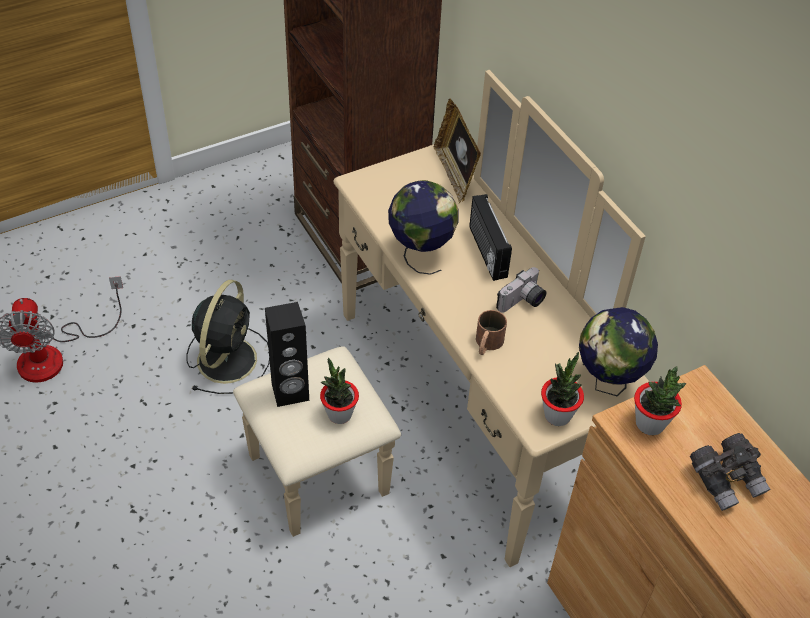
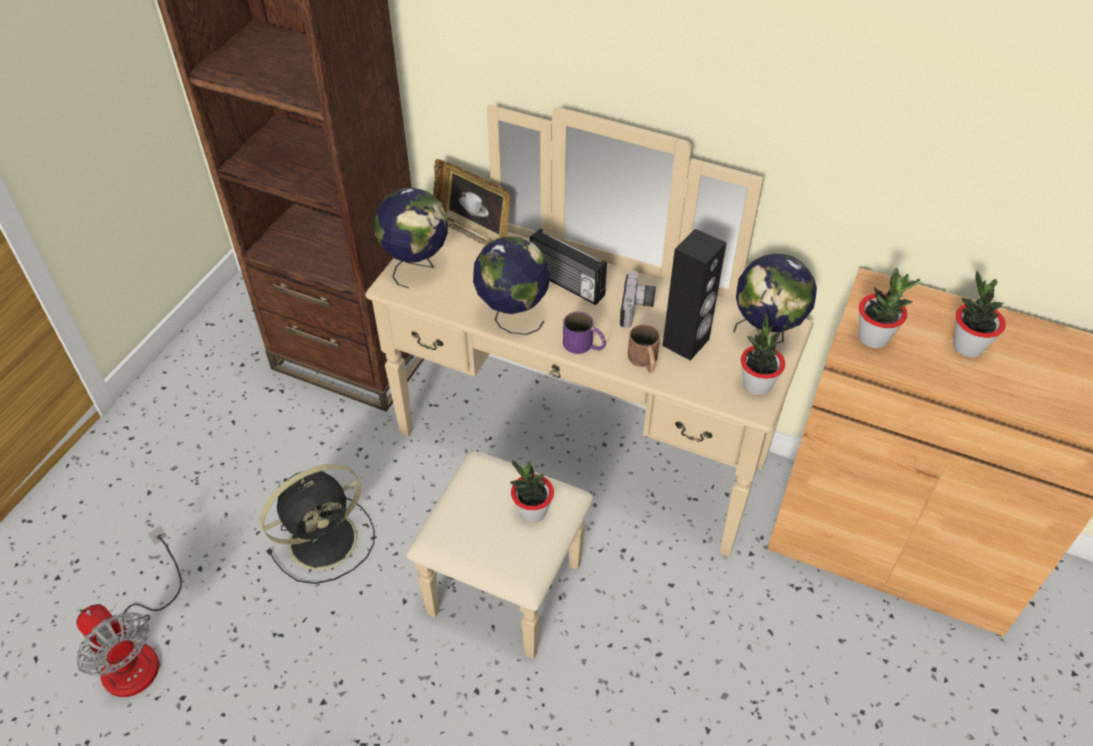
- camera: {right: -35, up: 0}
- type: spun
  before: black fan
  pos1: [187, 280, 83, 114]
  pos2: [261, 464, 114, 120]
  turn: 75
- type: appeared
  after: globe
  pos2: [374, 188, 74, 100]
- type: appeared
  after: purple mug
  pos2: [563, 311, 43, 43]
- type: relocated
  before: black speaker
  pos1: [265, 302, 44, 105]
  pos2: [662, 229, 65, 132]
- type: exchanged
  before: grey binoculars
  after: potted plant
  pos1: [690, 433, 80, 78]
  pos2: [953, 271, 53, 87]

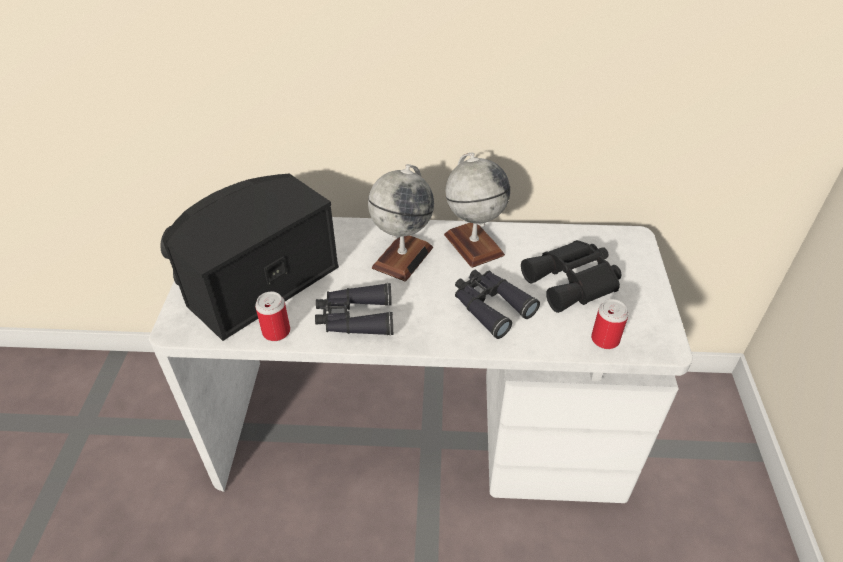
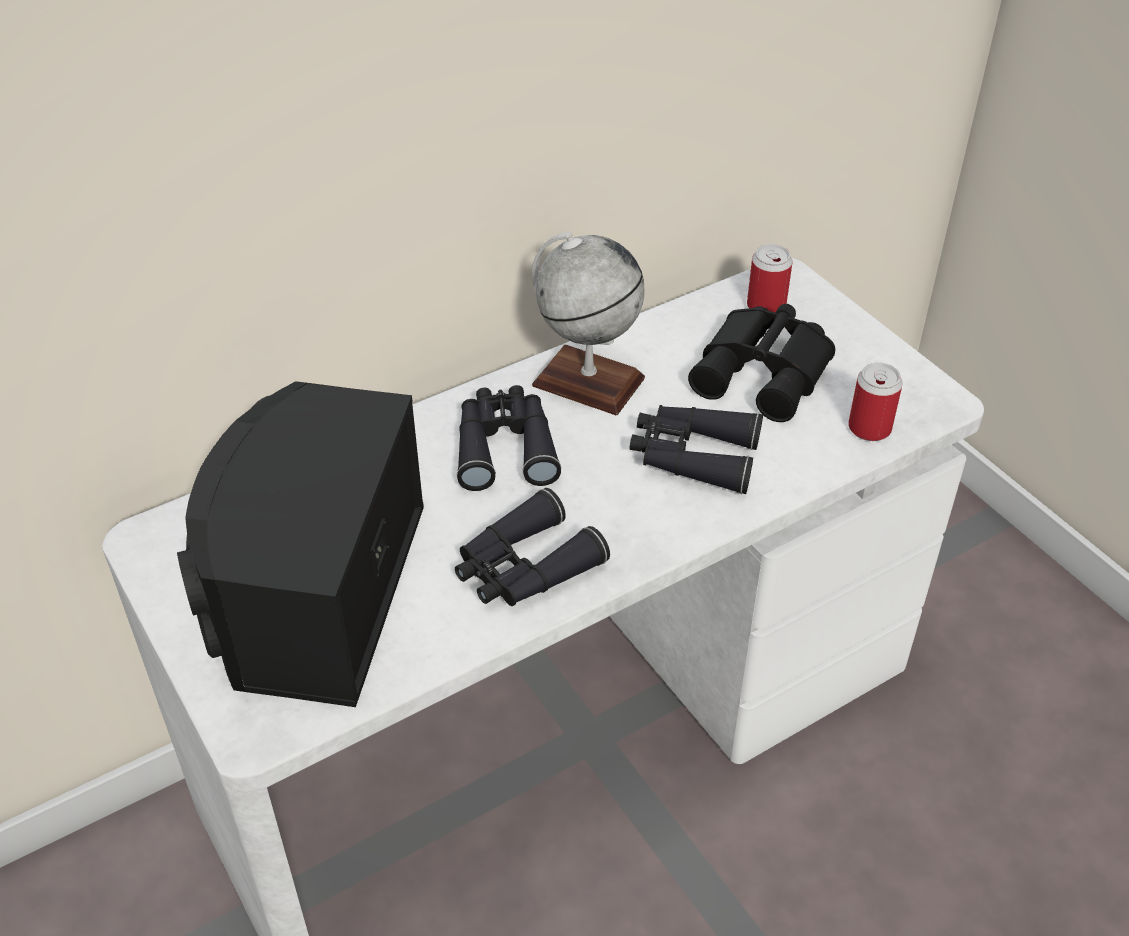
- camera: {right: -35, up: 0}
- type: exchanged
  before: globe
  after: black binoculars
  pos1: [368, 164, 66, 117]
  pos2: [457, 385, 104, 106]
- type: relocated
  before: can
  pos1: [255, 291, 35, 50]
  pos2: [747, 244, 46, 68]

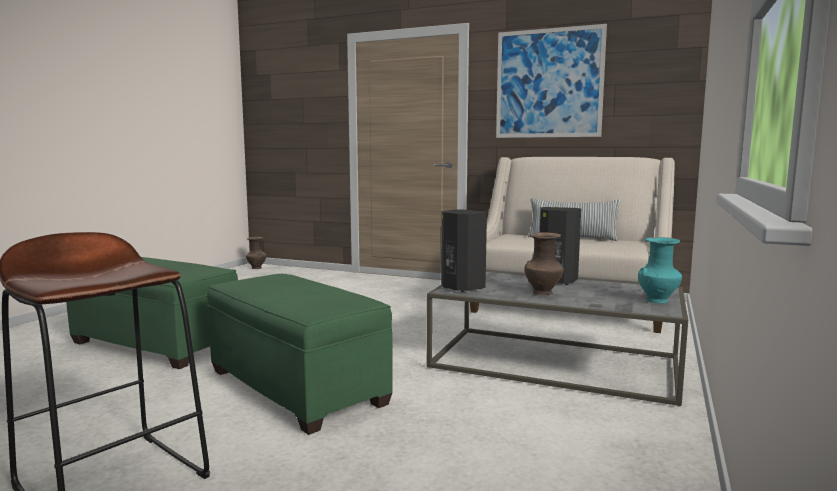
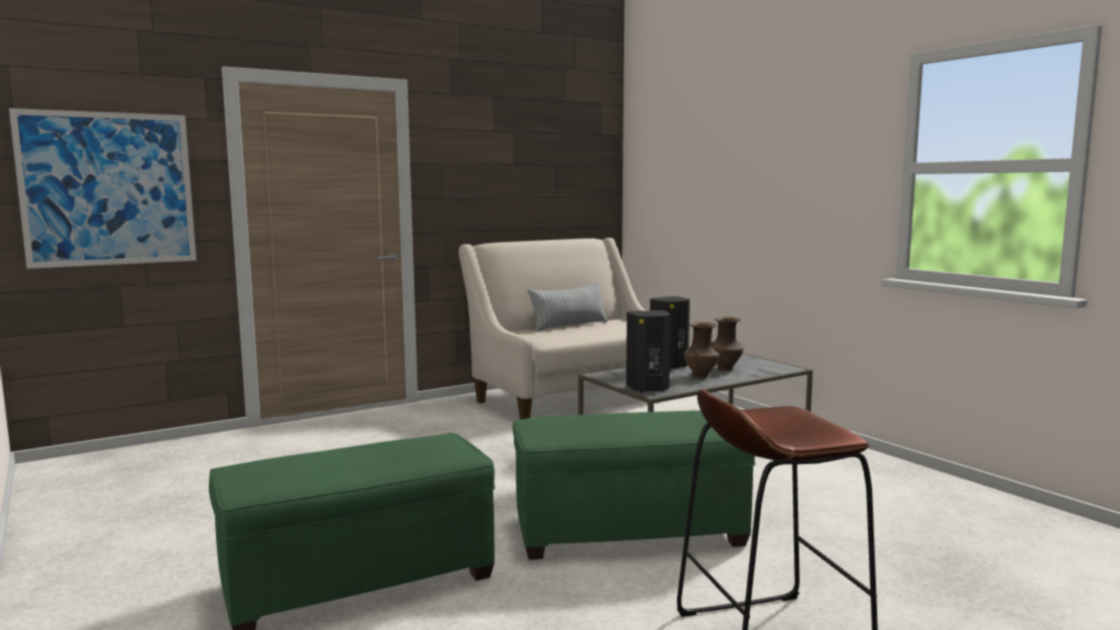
- camera: {right: -55, up: 0}
- type: relocated
  before: picture
  pos1: [496, 24, 111, 114]
  pos2: [9, 108, 187, 161]
- type: relocated
  before: brown vase
  pos1: [246, 237, 21, 32]
  pos2: [712, 316, 32, 55]
- type: missing
  before: turquoise vase
  pos1: [638, 237, 44, 66]

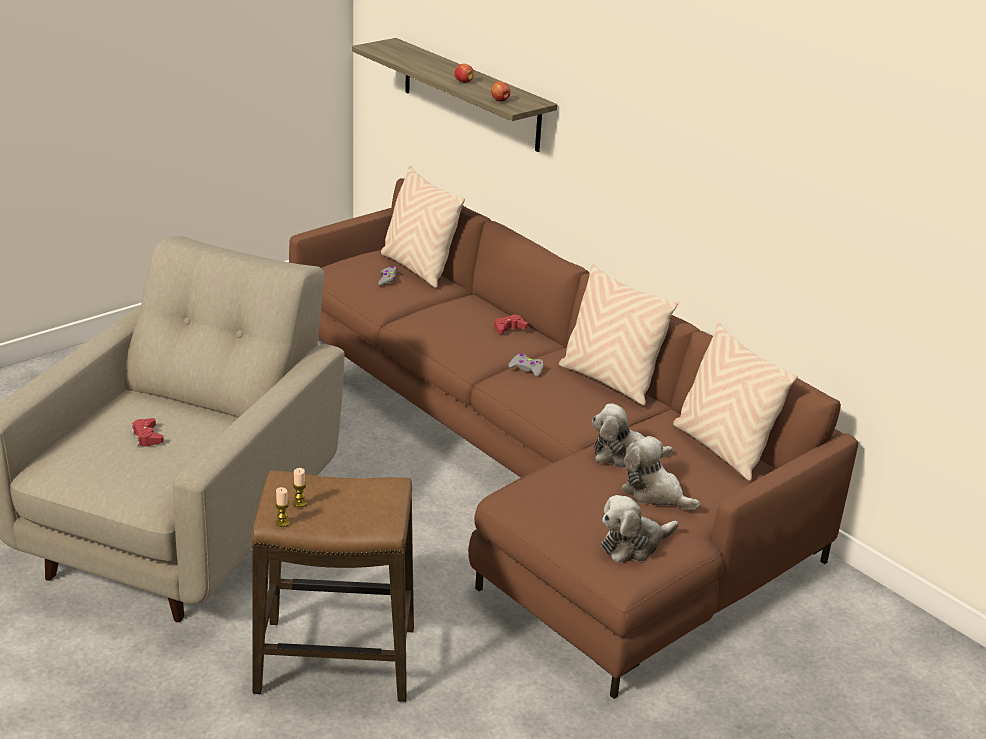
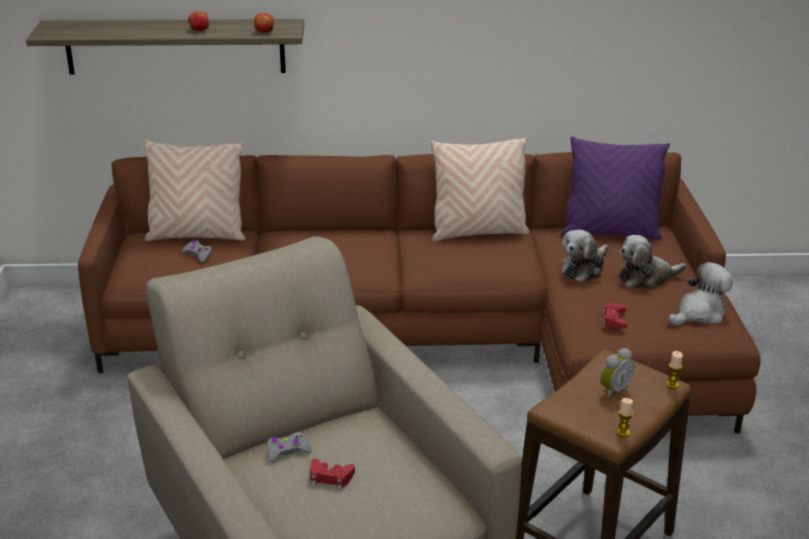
- camera: {right: -50, up: 0}
- type: relocated
  before: grey game controller
  pos1: [508, 353, 36, 24]
  pos2: [267, 432, 45, 30]
- type: colour
  before: beige pillow
  after: purple pillow
  pos1: [673, 323, 125, 158]
  pos2: [561, 136, 109, 104]
- type: appeared
  after: alarm clock
  pos2: [600, 348, 34, 51]
- type: relocated
  before: red game controller
  pos1: [494, 314, 34, 20]
  pos2: [603, 303, 24, 26]
- type: relocated
  before: candle
  pos1: [293, 468, 14, 39]
  pos2: [666, 351, 17, 38]
- type: spun
  before: plush toy
  pos1: [601, 495, 78, 68]
  pos2: [668, 262, 65, 64]
  turn: -135

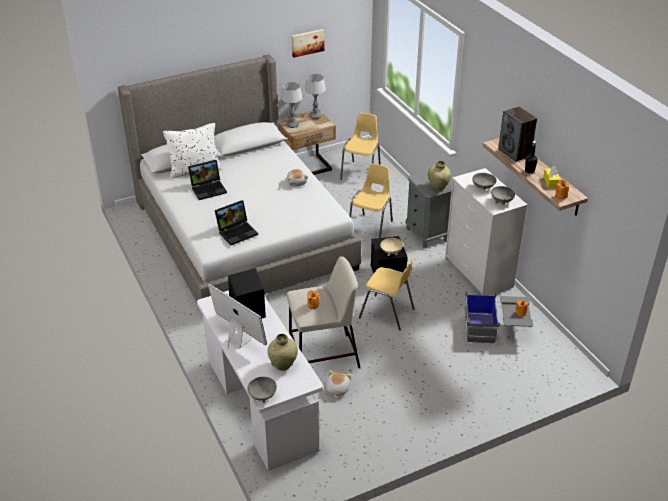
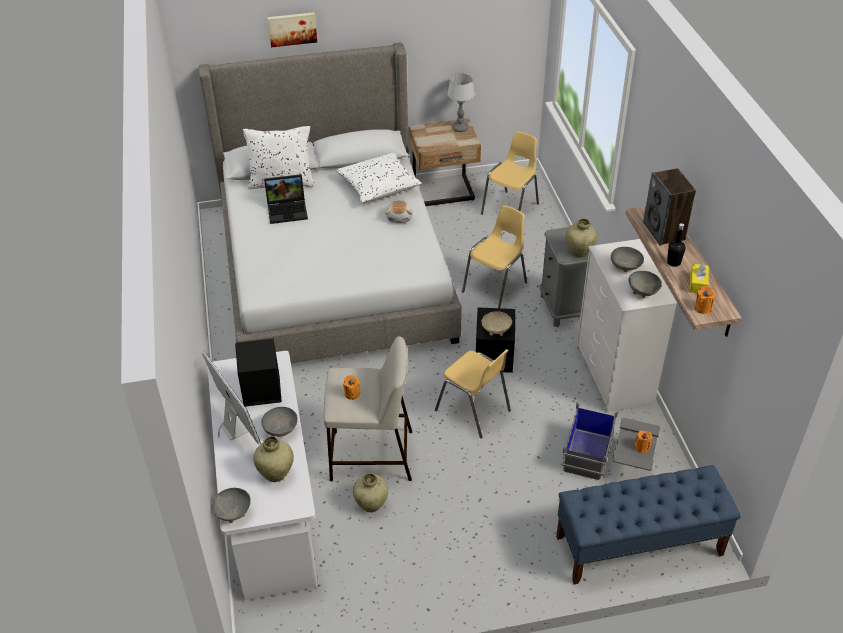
- camera: {right: 15, up: 5}
- type: appeared
  after: grey bowl
  pos2: [261, 407, 37, 30]
- type: relocated
  before: picture
  pos1: [292, 29, 32, 28]
  pos2: [268, 12, 49, 35]
- type: appeared
  after: white pillow
  pos2: [336, 153, 86, 50]
- type: exchanged
  before: plush toy
  after: beige vase
  pos1: [326, 370, 26, 27]
  pos2: [353, 473, 35, 39]
- type: appeared
  after: blue bench
  pos2: [556, 465, 185, 119]
- type: missing
  before: laptop
  pos1: [215, 200, 43, 45]
- type: missing
  before: table lamp
  pos1: [281, 82, 21, 46]

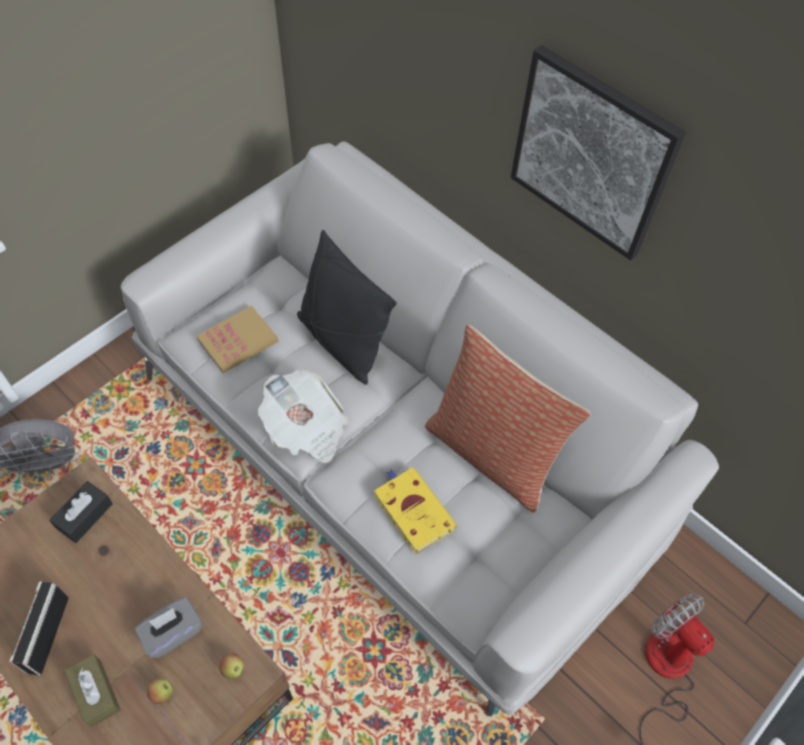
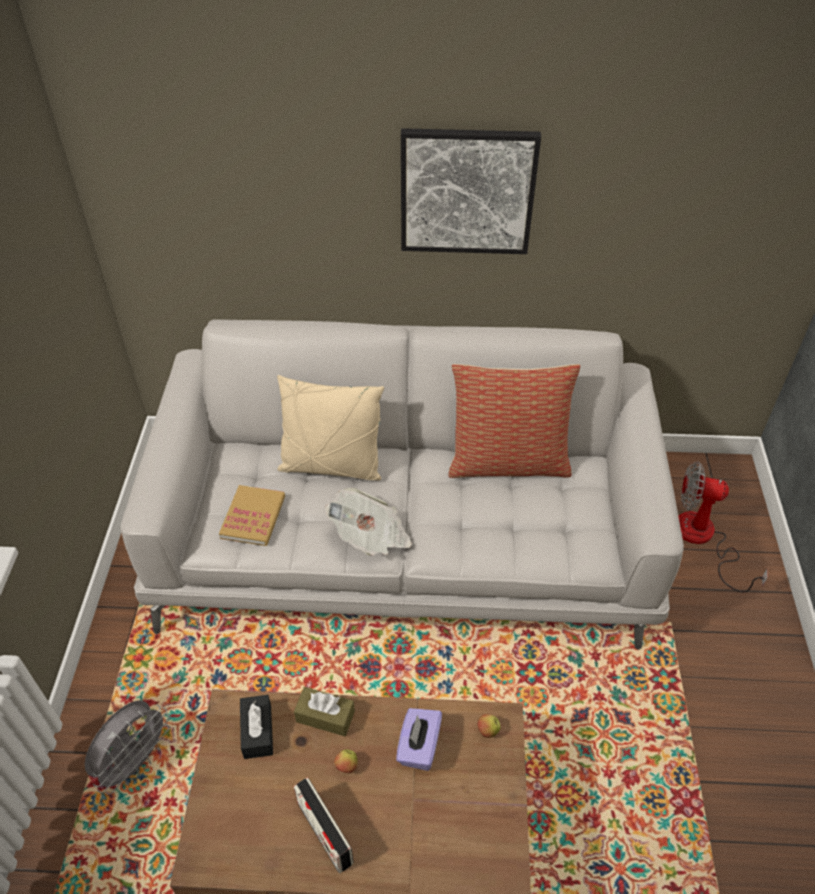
- camera: {right: -40, up: -10}
- type: colour
  before: black pillow
  after: beige pillow
  pos1: [297, 230, 100, 155]
  pos2: [277, 375, 107, 105]
- type: relocated
  before: brown tissue box
  pos1: [64, 654, 57, 73]
  pos2: [294, 687, 61, 49]
- type: relocated
  before: apple
  pos1: [147, 678, 26, 26]
  pos2: [334, 749, 24, 24]
- type: colour
  before: grey tissue box
  after: purple tissue box
  pos1: [135, 597, 67, 61]
  pos2: [396, 708, 46, 63]
- type: missing
  before: yellow book
  pos1: [374, 467, 83, 87]

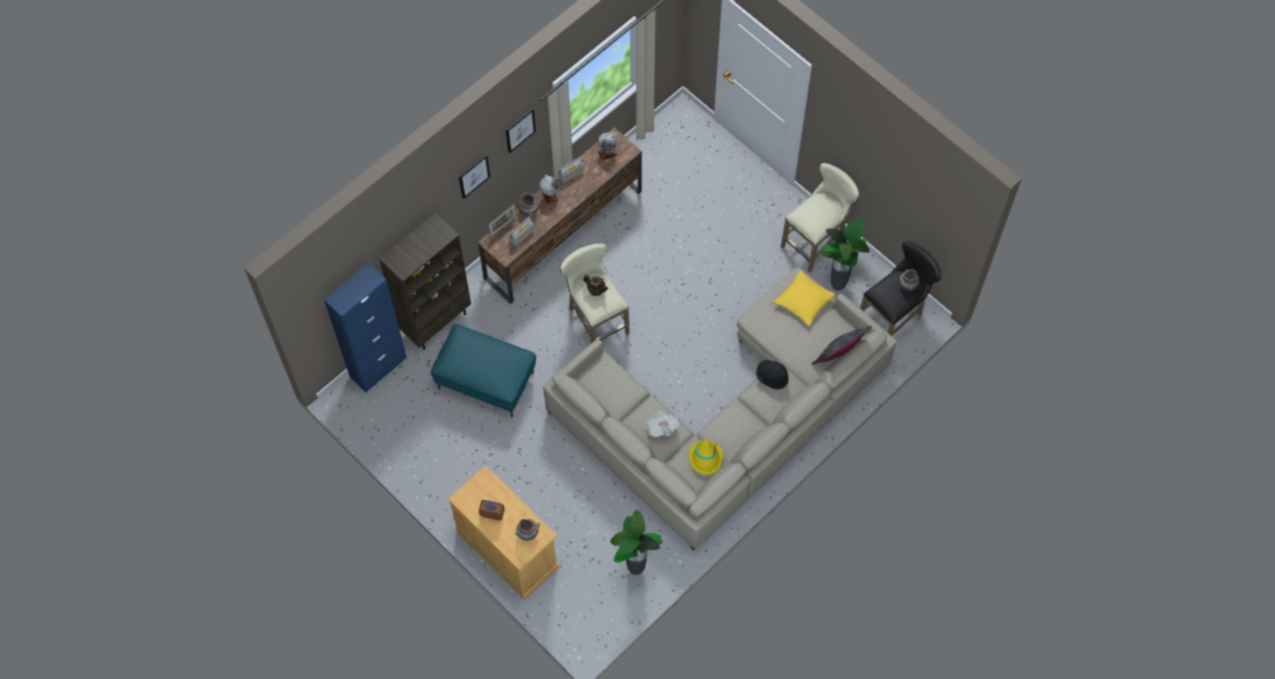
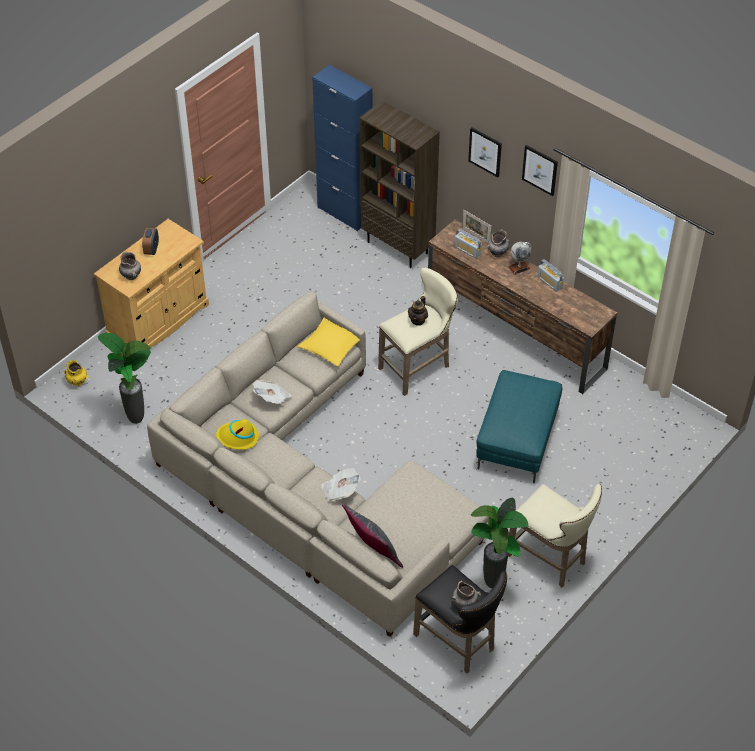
- camera: {right: 85, up: -15}
- type: appeared
  after: yellow vase
  pos2: [64, 360, 24, 26]
- type: relocated
  before: yellow pillow
  pos1: [774, 270, 62, 56]
  pos2: [298, 318, 62, 49]
- type: exchanged
  before: black hat
  after: newspaper
  pos1: [756, 360, 33, 29]
  pos2: [321, 468, 39, 33]
- type: relocated
  before: turquoise ottoman
  pos1: [431, 324, 105, 94]
  pos2: [476, 370, 86, 113]
- type: missing
  before: globe
  pos1: [598, 133, 20, 27]

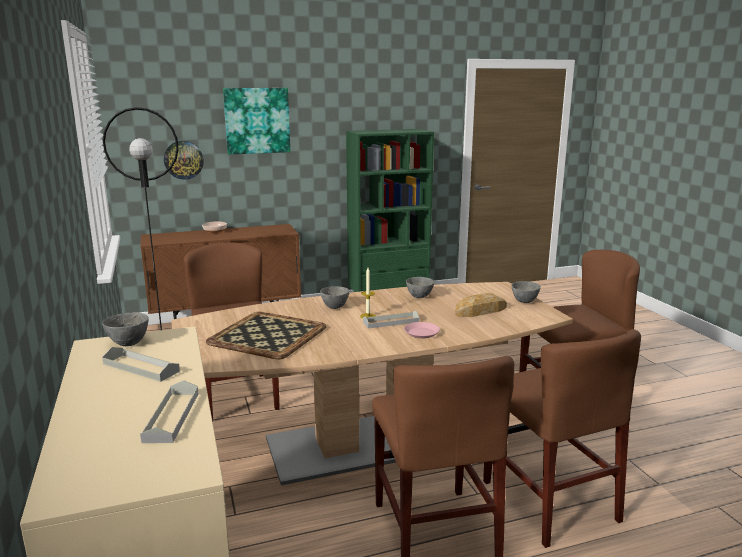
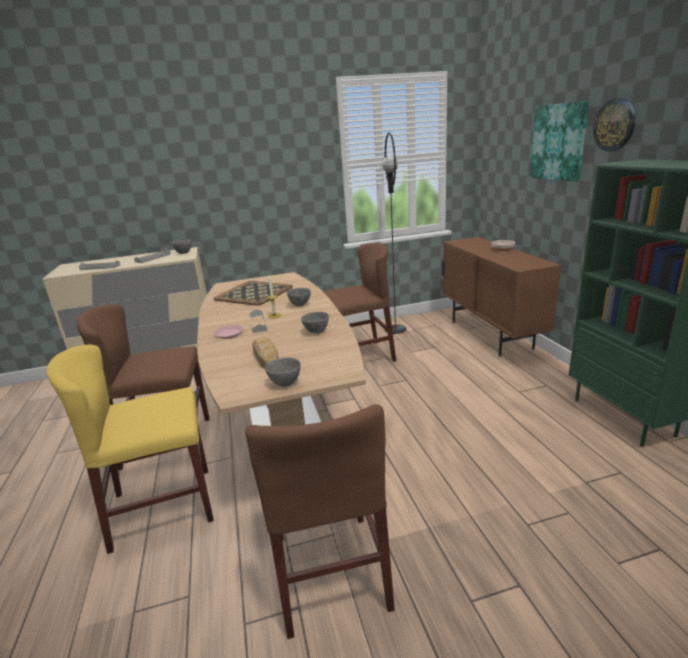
- camera: {right: 95, up: 5}
- type: colour
  before: brown chair
  after: yellow chair
  pos1: [483, 329, 158, 219]
  pos2: [46, 344, 168, 210]
- type: relocated
  before: wall clock
  pos1: [164, 141, 40, 39]
  pos2: [593, 98, 43, 53]

